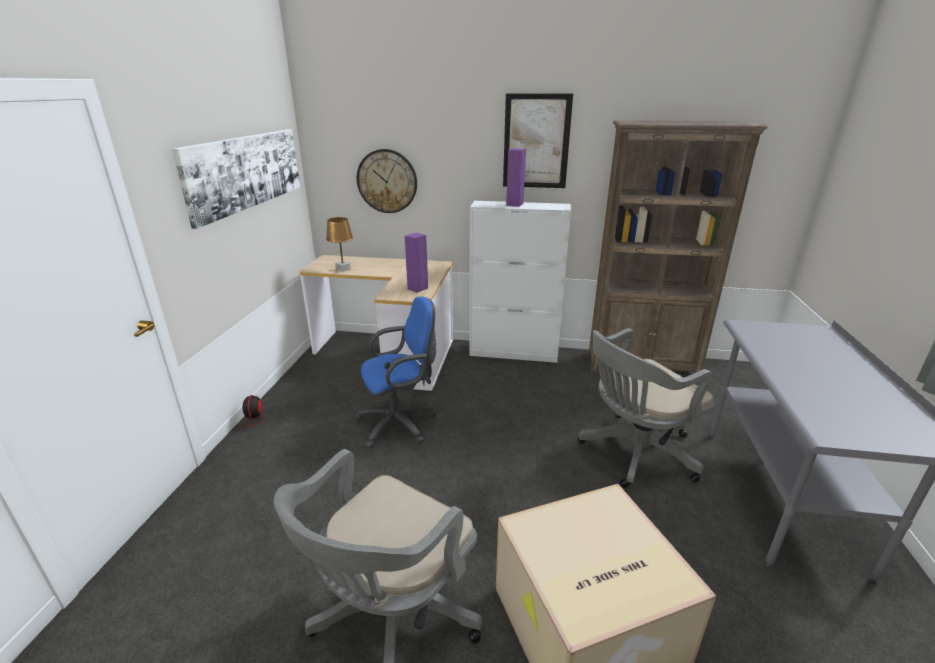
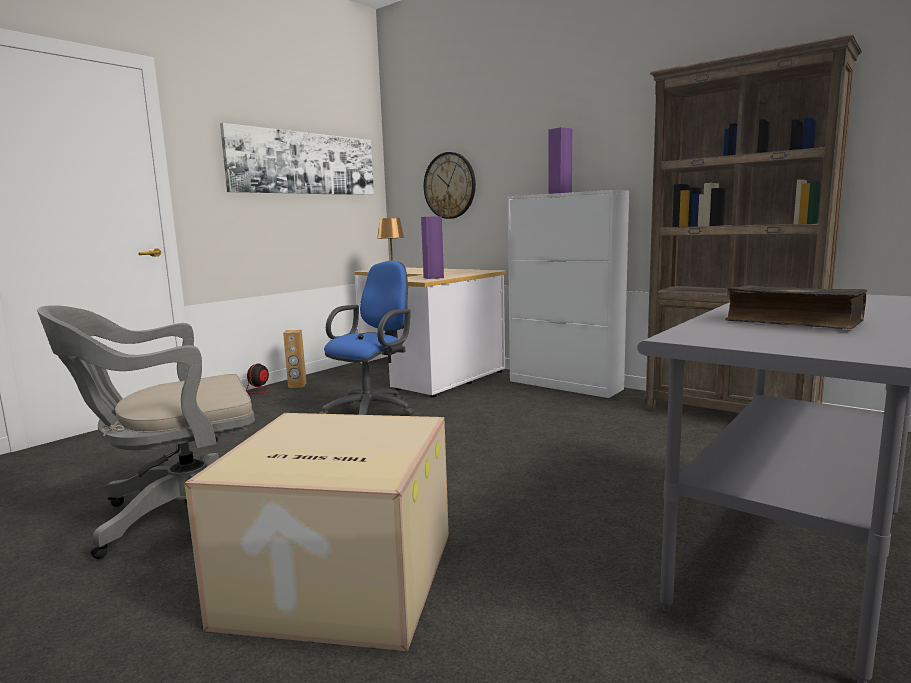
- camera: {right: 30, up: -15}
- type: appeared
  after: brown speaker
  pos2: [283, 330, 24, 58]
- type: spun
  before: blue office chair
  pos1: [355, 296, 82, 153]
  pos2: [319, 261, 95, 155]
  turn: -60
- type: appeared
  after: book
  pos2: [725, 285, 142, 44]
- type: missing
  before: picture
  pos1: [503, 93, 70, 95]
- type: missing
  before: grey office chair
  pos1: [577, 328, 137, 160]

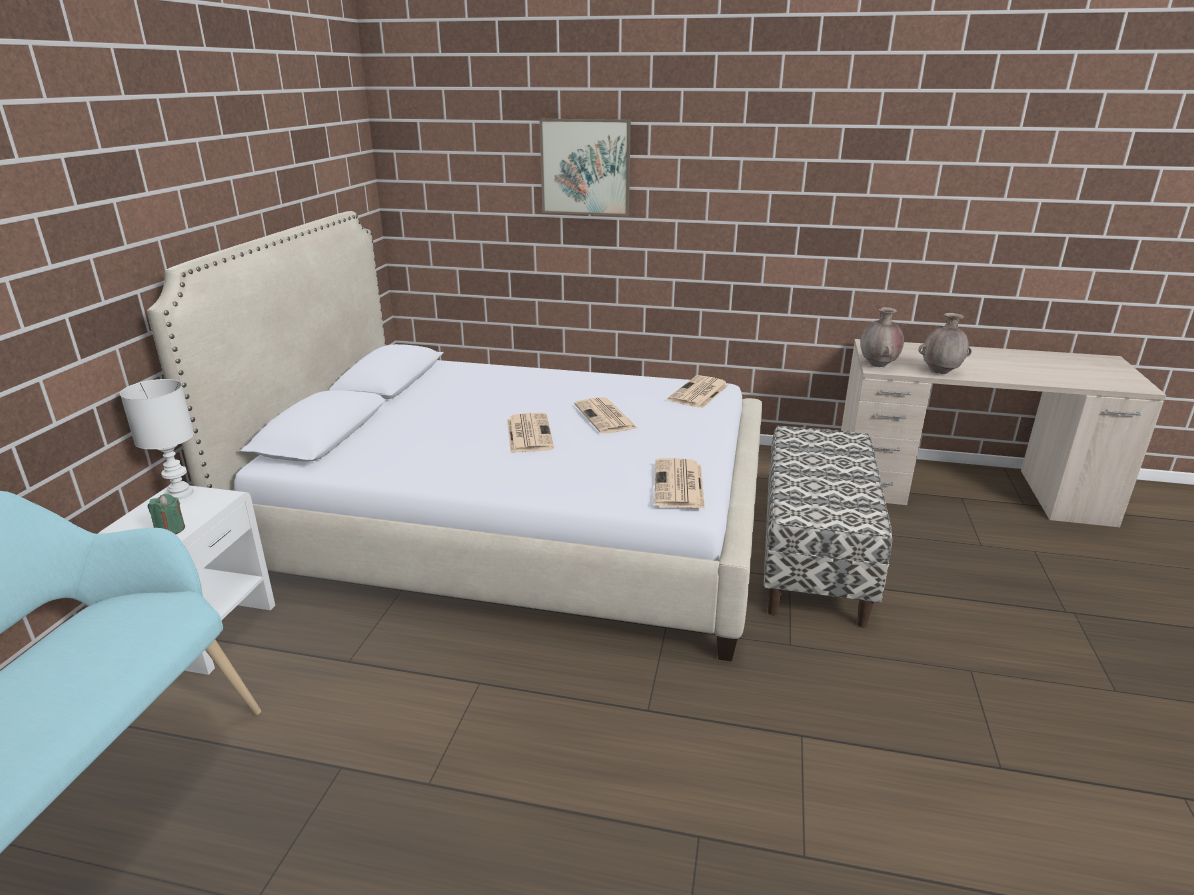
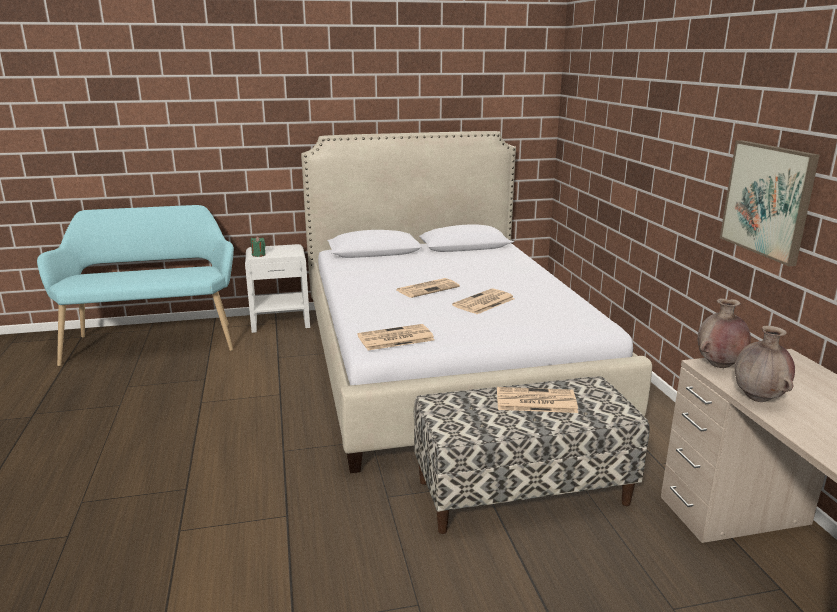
- camera: {right: 65, up: -5}
- type: relocated
  before: newspaper
  pos1: [668, 375, 60, 33]
  pos2: [497, 387, 81, 26]
- type: relocated
  before: picture
  pos1: [540, 119, 91, 97]
  pos2: [720, 140, 100, 126]
- type: missing
  before: white table lamp
  pos1: [120, 379, 74, 121]

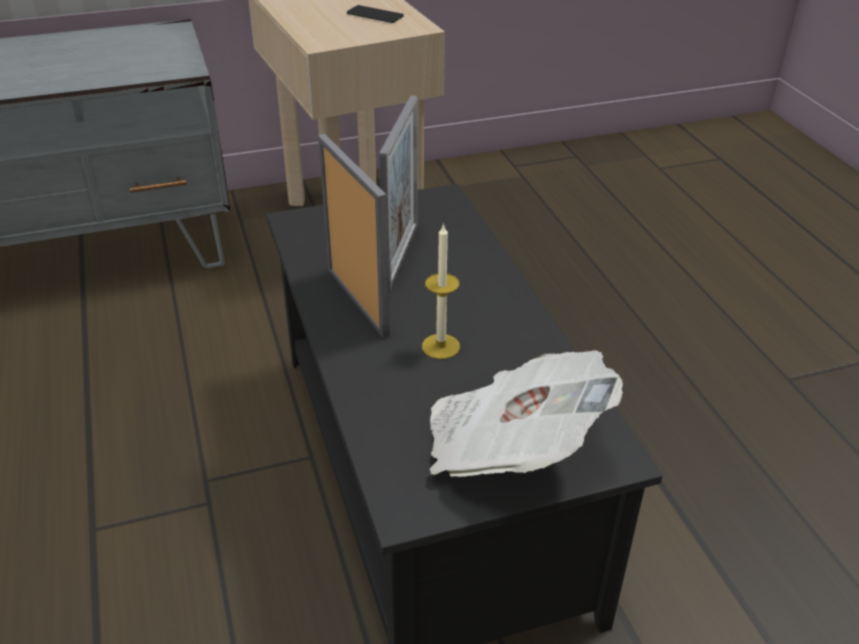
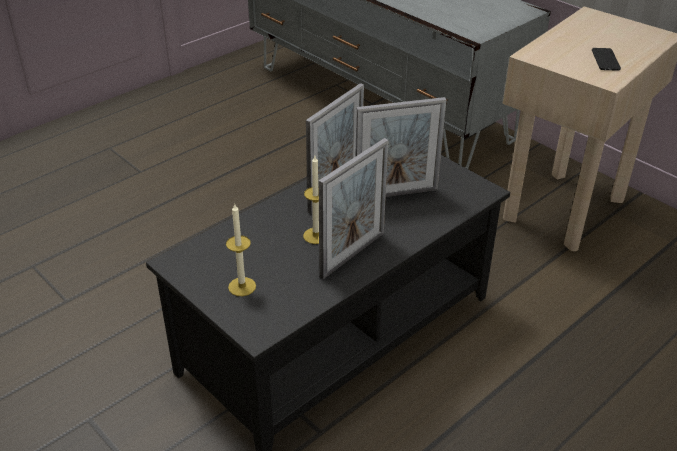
- camera: {right: 65, up: 0}
- type: exchanged
  before: newspaper
  after: candle
  pos1: [430, 350, 193, 127]
  pos2: [226, 204, 30, 92]
- type: appeared
  after: picture frame
  pos2: [318, 138, 71, 141]

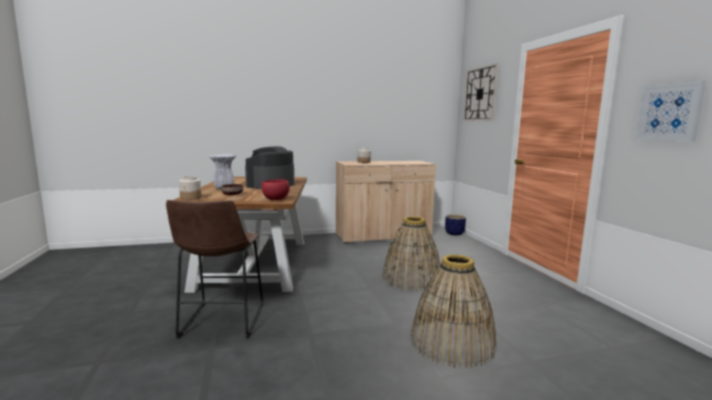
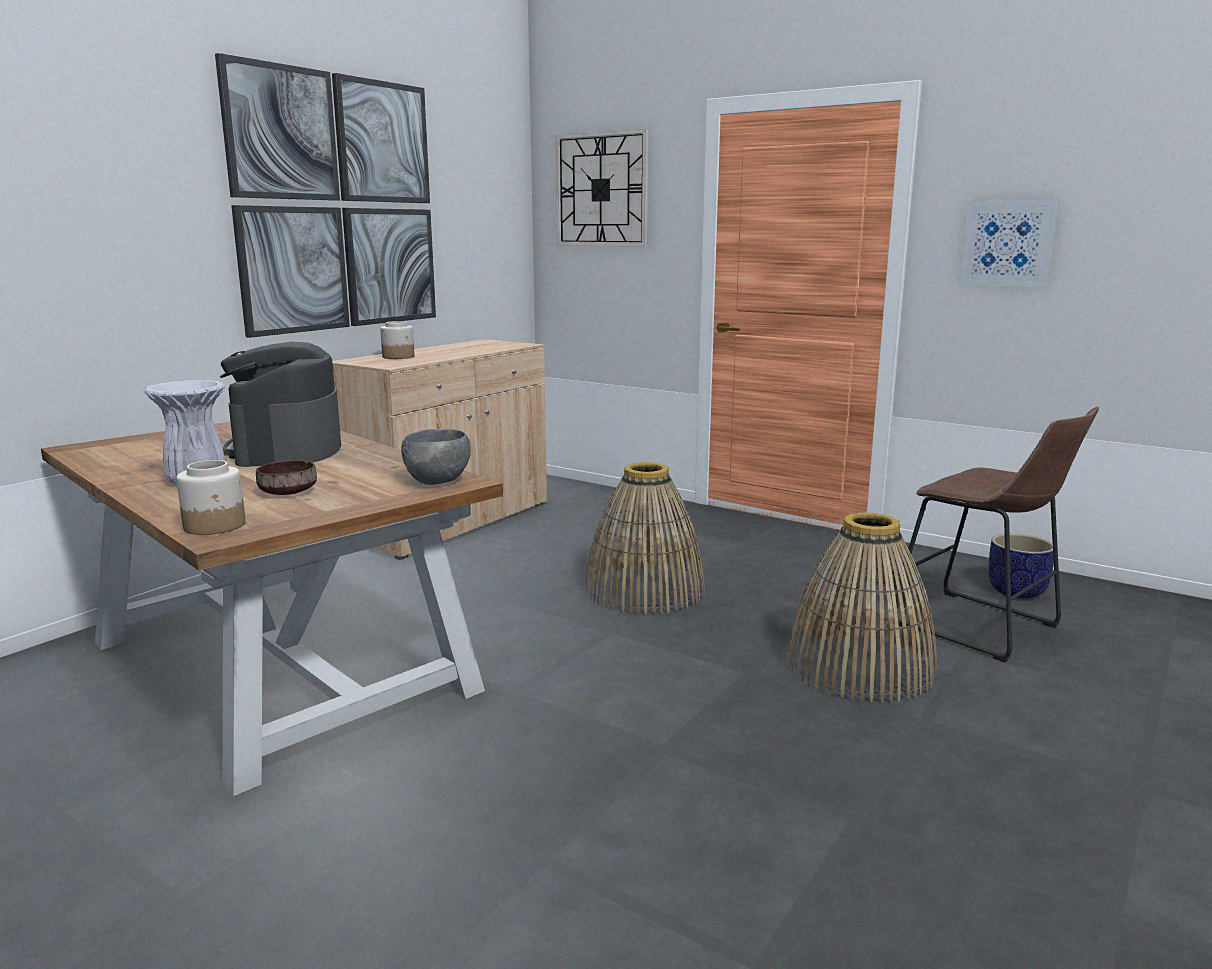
- camera: {right: -40, up: 5}
- type: appeared
  after: picture
  pos2: [215, 53, 221, 285]
- type: colour
  before: red bowl
  after: grey bowl
  pos1: [261, 179, 29, 21]
  pos2: [401, 429, 70, 56]
- type: relocated
  before: brown stool
  pos1: [166, 200, 97, 138]
  pos2: [892, 407, 207, 255]
- type: relocated
  before: planter
  pos1: [445, 214, 21, 21]
  pos2: [988, 533, 66, 66]

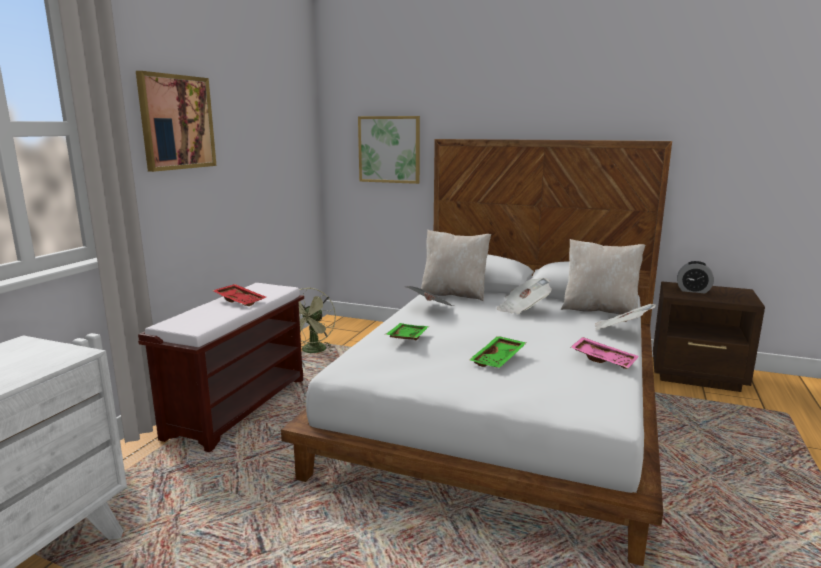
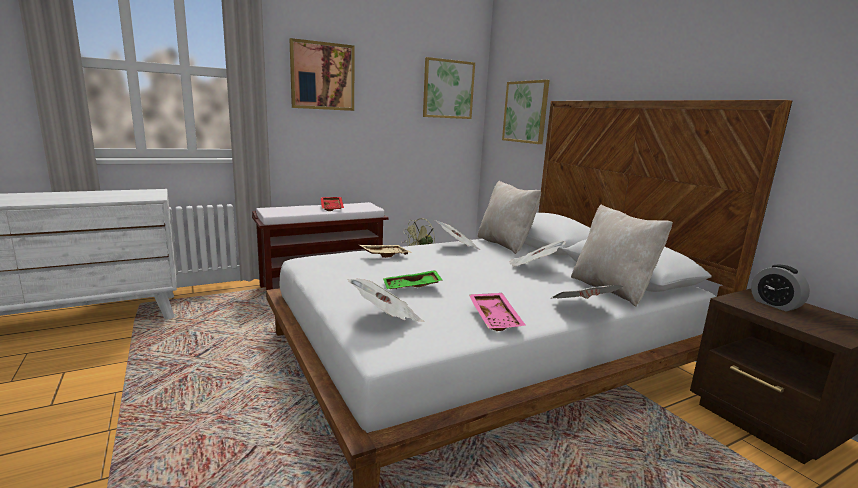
- camera: {right: 40, up: 0}
- type: appeared
  after: newspaper
  pos2: [347, 279, 77, 43]
- type: colour
  before: green tray
  after: beige tray
  pos1: [385, 323, 44, 17]
  pos2: [360, 245, 52, 13]
- type: appeared
  after: picture
  pos2: [423, 57, 52, 62]

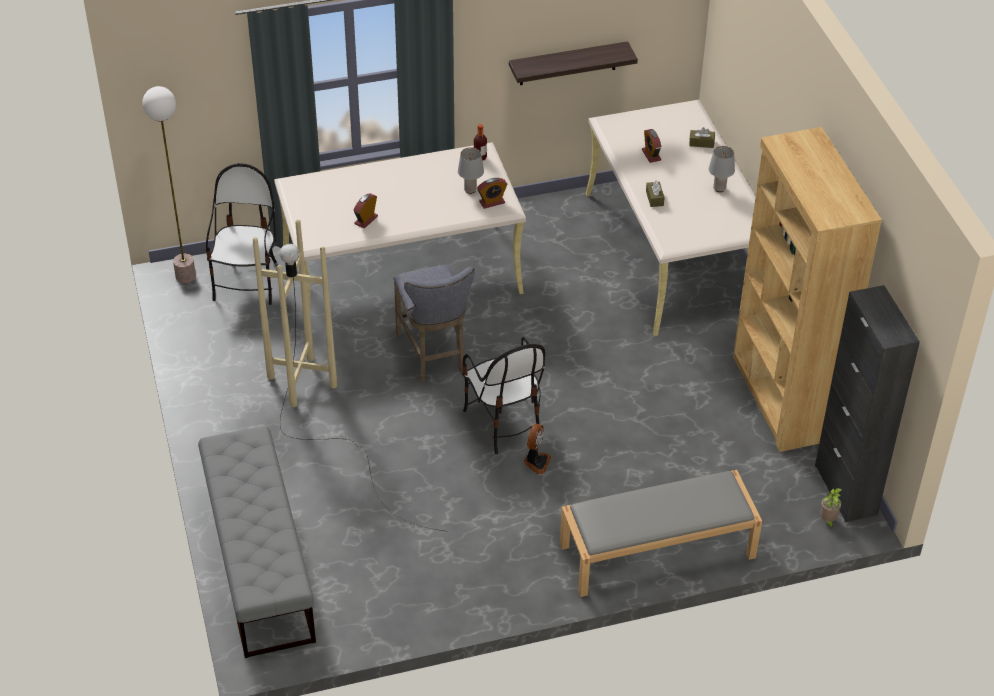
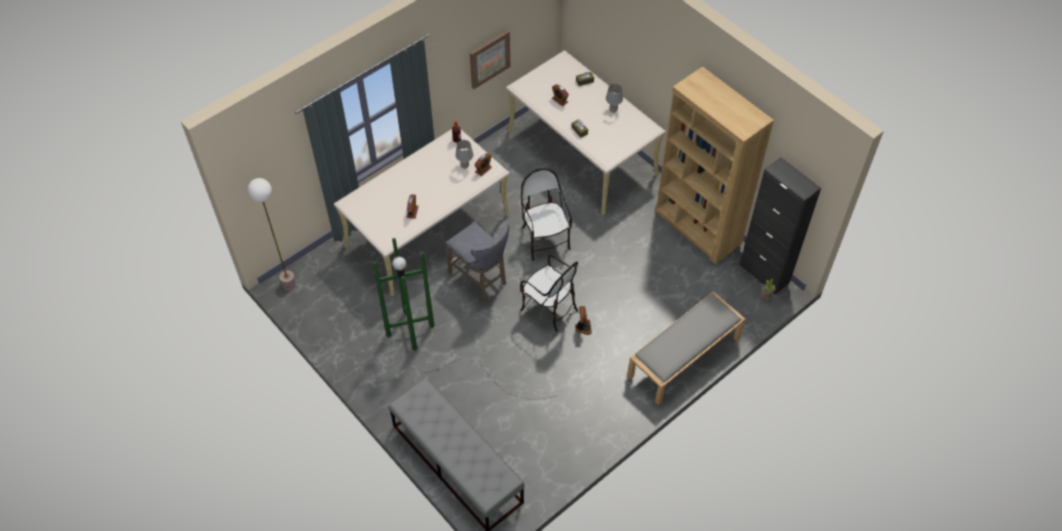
- camera: {right: -25, up: 10}
- type: colour
  before: beige floor lamp
  after: green floor lamp
  pos1: [253, 219, 191, 312]
  pos2: [373, 238, 182, 161]
- type: exchanged
  before: shelf
  after: picture
  pos1: [509, 41, 129, 44]
  pos2: [470, 30, 40, 59]
- type: relocated
  before: chair
  pos1: [206, 163, 71, 142]
  pos2: [521, 168, 51, 93]

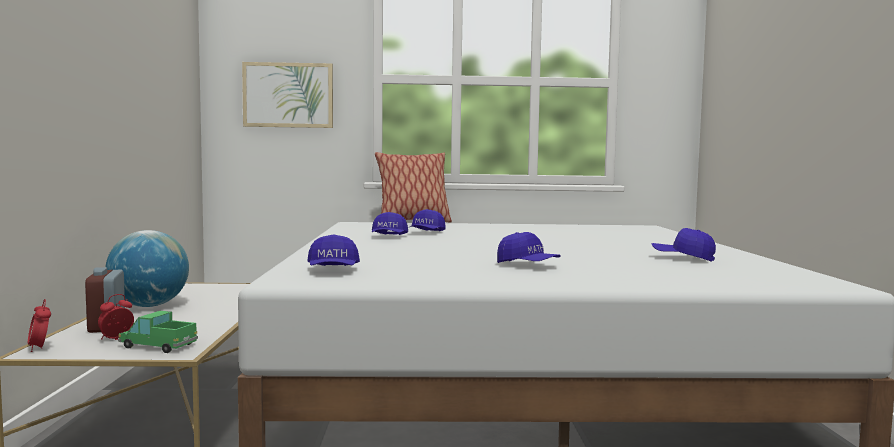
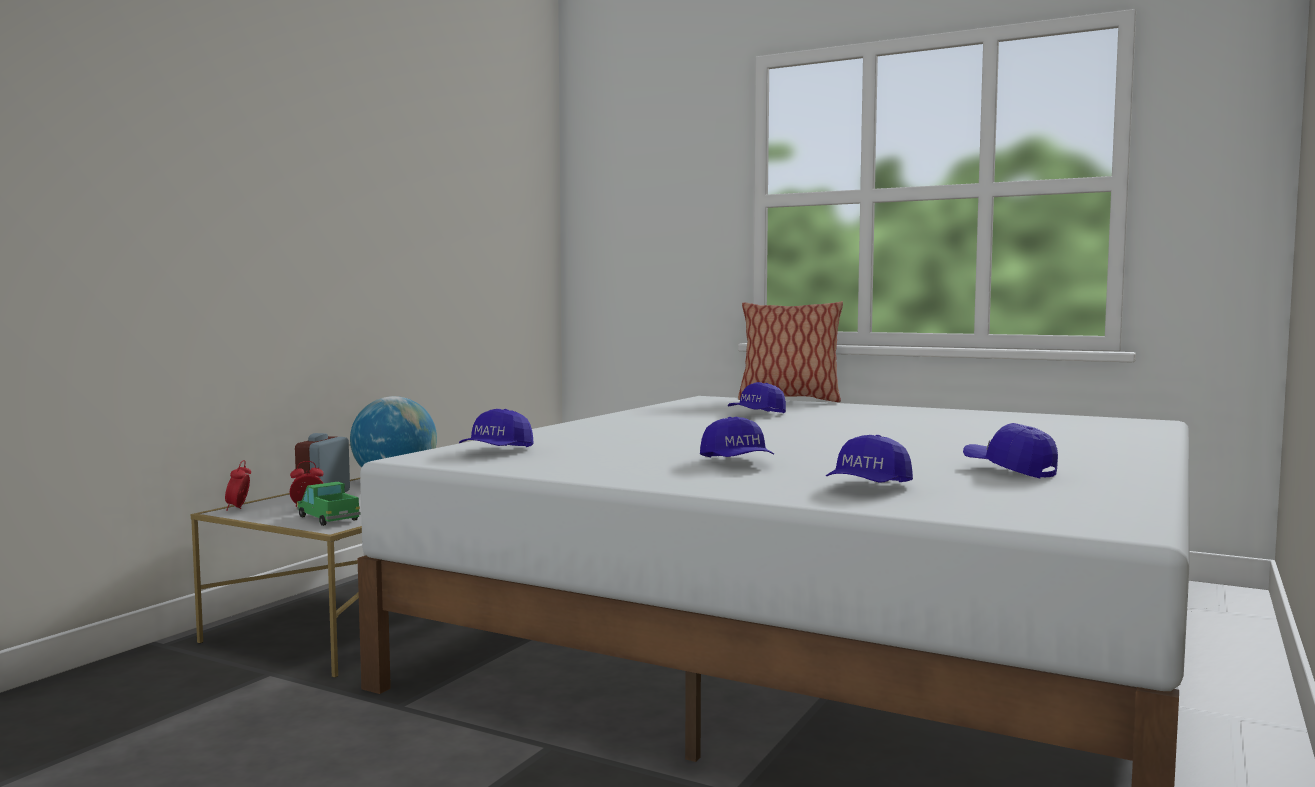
- camera: {right: 30, up: 0}
- type: relocated
  before: blue cap
  pos1: [372, 212, 36, 23]
  pos2: [826, 435, 87, 48]
- type: missing
  before: picture
  pos1: [242, 62, 91, 66]

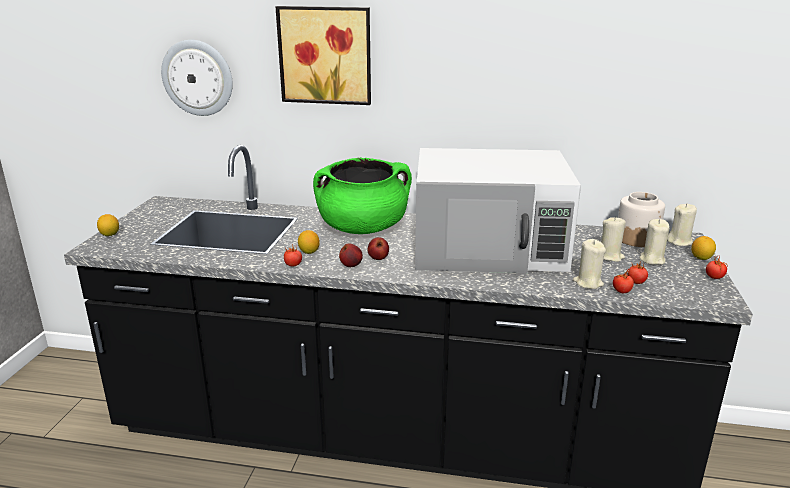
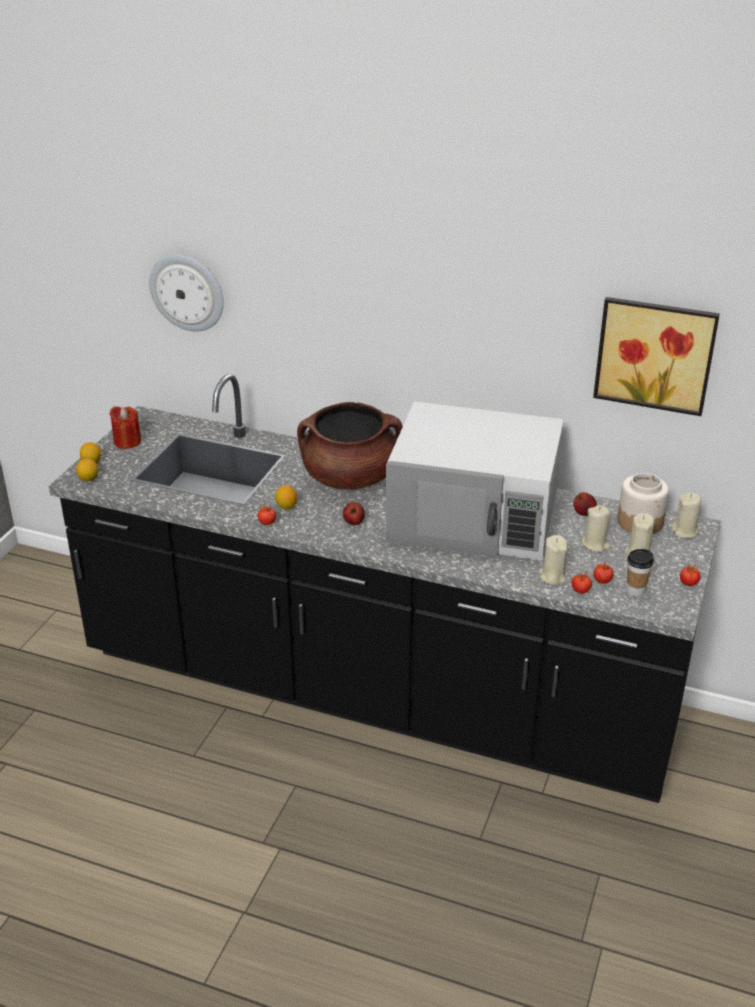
- camera: {right: 10, up: 10}
- type: relocated
  before: lemon
  pos1: [691, 236, 25, 24]
  pos2: [76, 458, 22, 23]
- type: appeared
  after: red candle
  pos2: [110, 406, 31, 43]
- type: colour
  before: green cooking pot
  after: brown cooking pot
  pos1: [313, 158, 99, 76]
  pos2: [297, 402, 106, 87]
- type: relocated
  before: apple
  pos1: [339, 243, 24, 24]
  pos2: [573, 492, 24, 24]
- type: relocated
  before: picture
  pos1: [276, 6, 95, 99]
  pos2: [593, 297, 127, 119]
- type: appeared
  after: cup
  pos2: [627, 549, 27, 48]

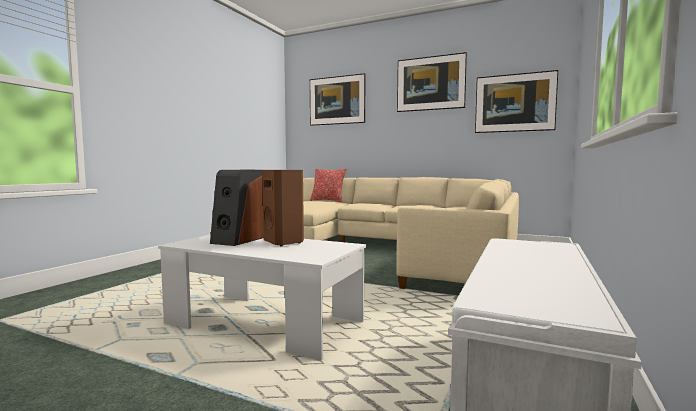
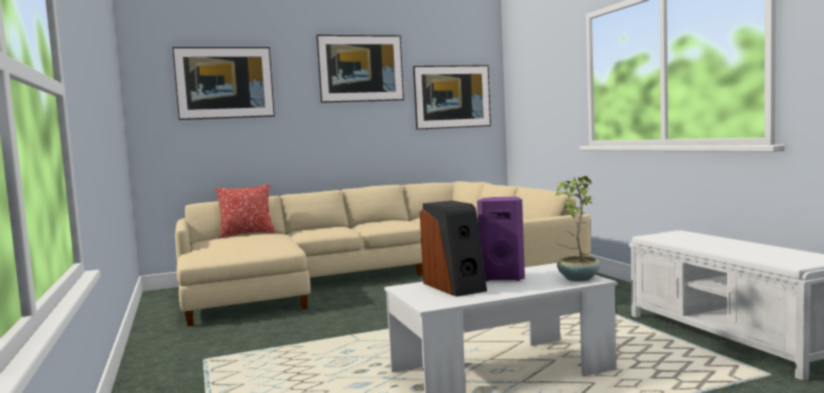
- camera: {right: -45, up: 0}
- type: colour
  before: brown speaker
  after: purple speaker
  pos1: [262, 170, 42, 76]
  pos2: [477, 197, 48, 84]
- type: appeared
  after: potted plant
  pos2: [555, 176, 45, 105]

